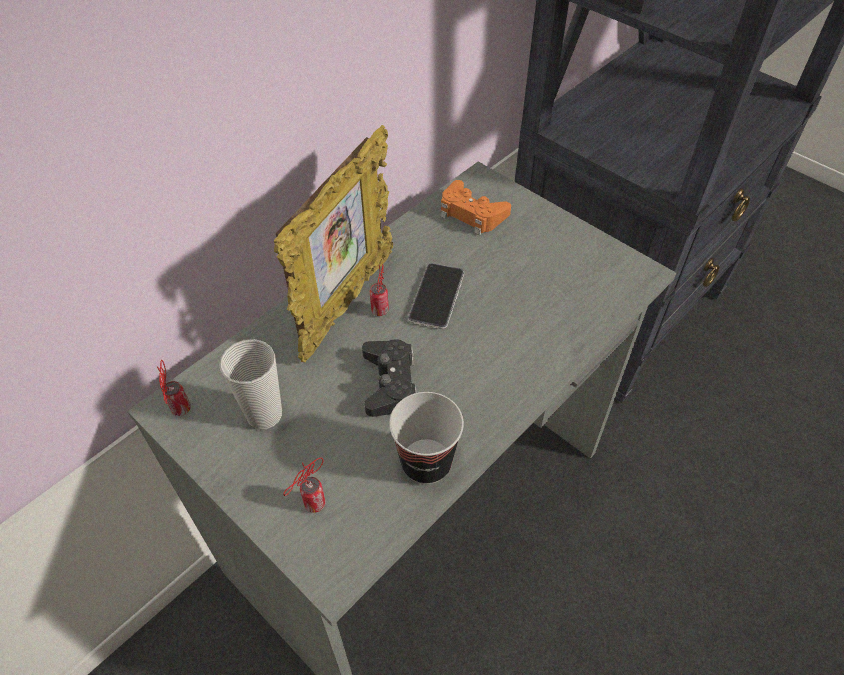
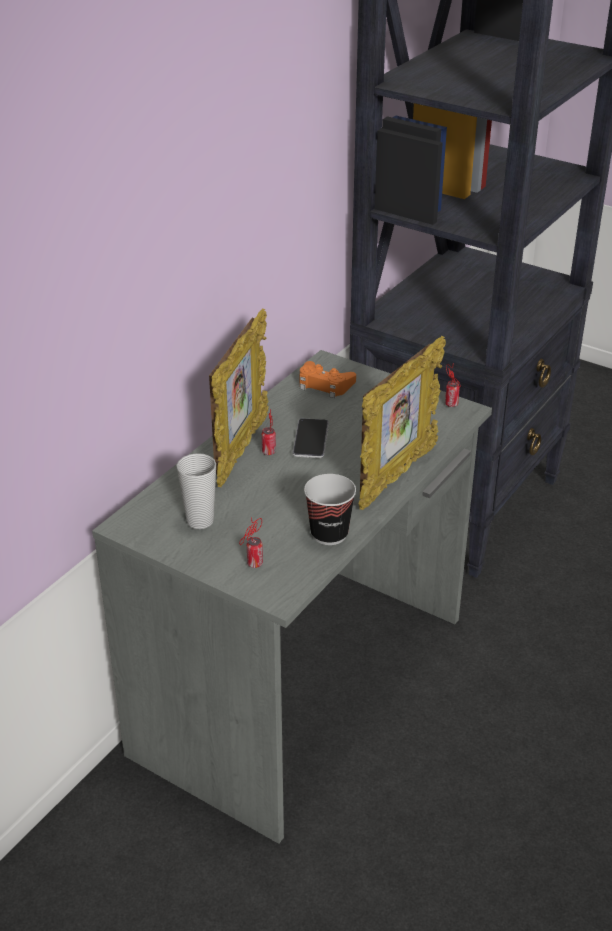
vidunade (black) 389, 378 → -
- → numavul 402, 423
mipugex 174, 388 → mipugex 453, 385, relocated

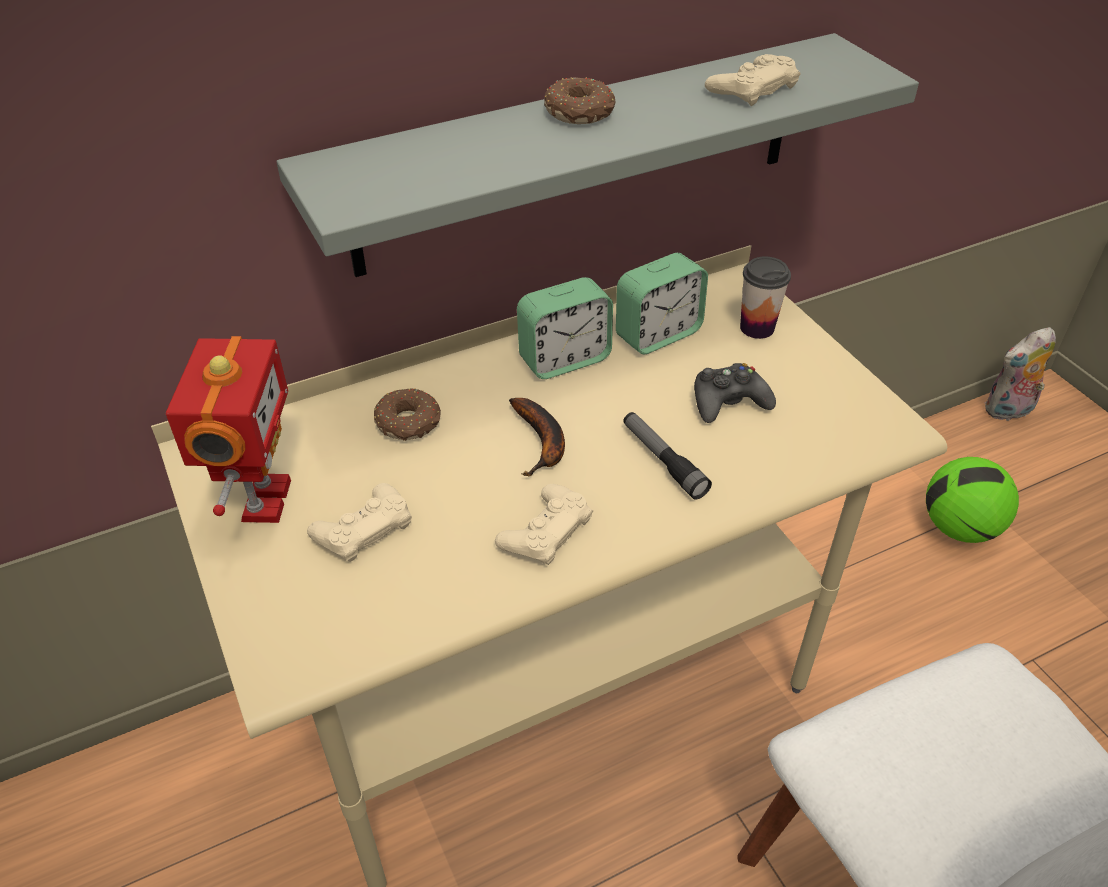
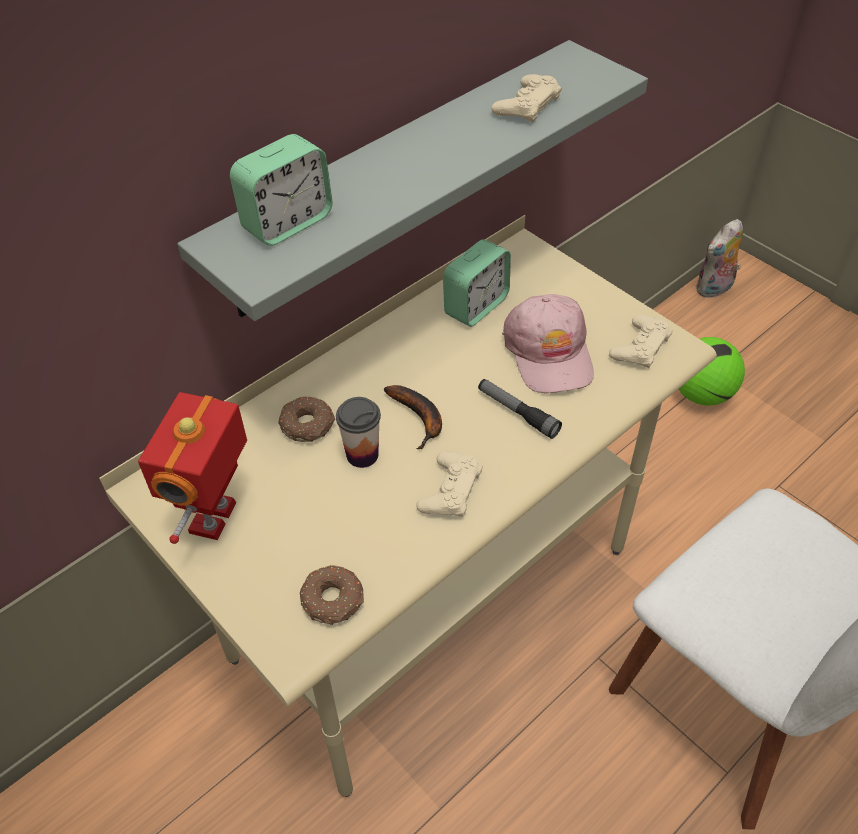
vidunade (beige) 359, 522 → vidunade (beige) 641, 341, relocated
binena 565, 328 → binena 281, 190, relocated
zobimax 580, 100 → zobimax 332, 595, relocated
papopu 765, 298 → papopu 358, 432, relocated
vidunade (black) 735, 393 → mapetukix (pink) 548, 343
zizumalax 228, 429 → zizumalax 192, 468, 150 degrees counterclockwise

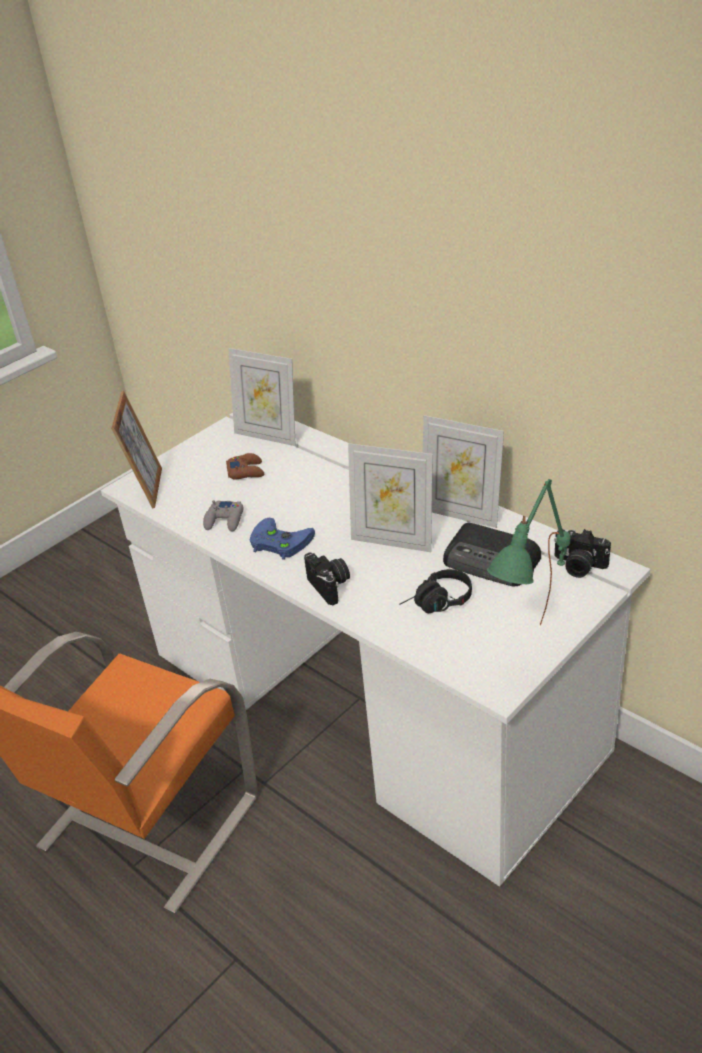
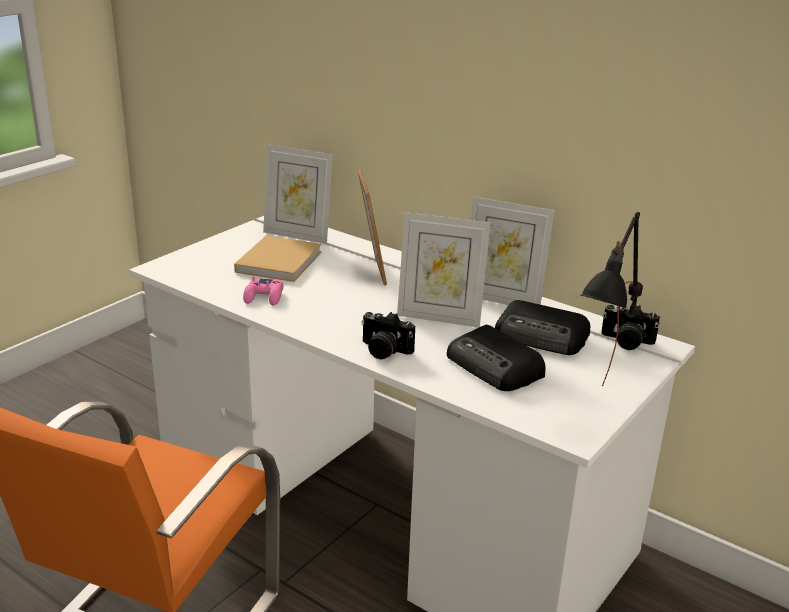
vidunade (blue) 282, 539 → -
numavul 136, 450 → numavul 372, 227, relocated
vidunade (brown) 245, 466 → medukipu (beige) 278, 259
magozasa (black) 436, 591 → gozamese 496, 358
vidunade (grey) 223, 516 → vidunade (pink) 263, 290
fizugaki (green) 529, 552 → fizugaki (black) 612, 299
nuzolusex 327, 579 → nuzolusex 388, 335, 150 degrees clockwise

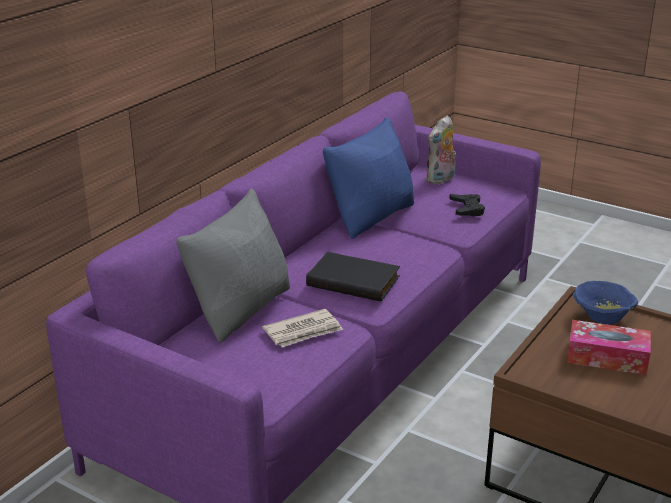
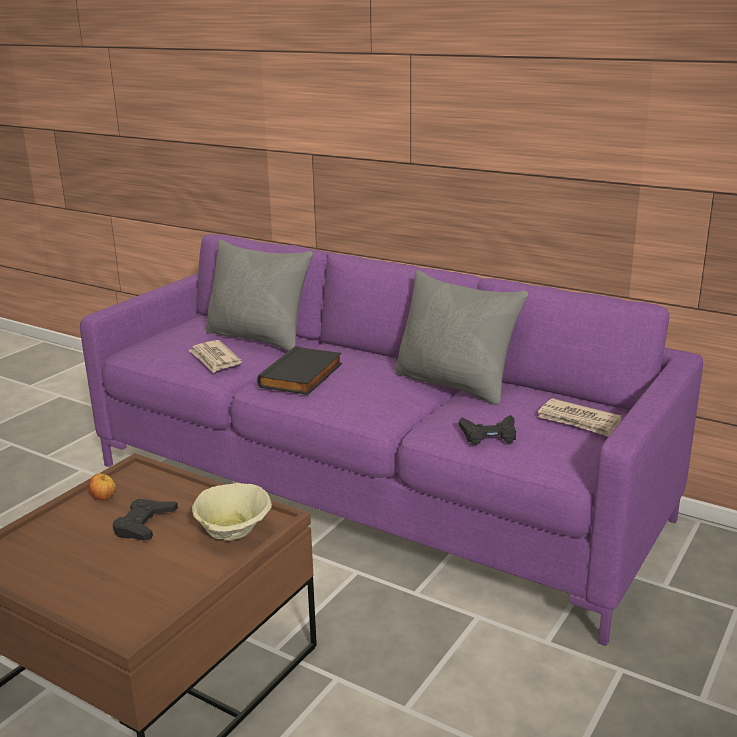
- → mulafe 102, 487
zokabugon 441, 150 → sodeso 580, 417
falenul 609, 347 → vidunade (black) 145, 519
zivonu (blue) 368, 178 → zivonu (grey) 461, 337
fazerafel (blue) 605, 303 → fazerafel (beige) 232, 512

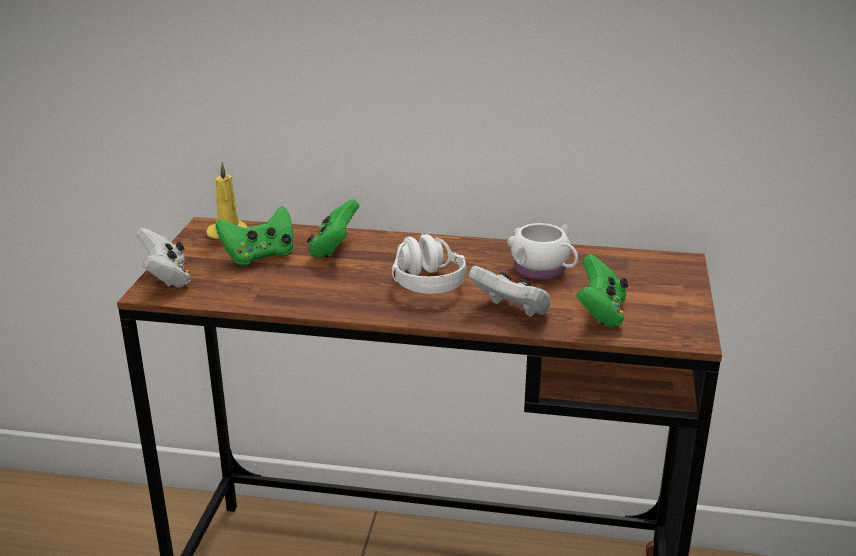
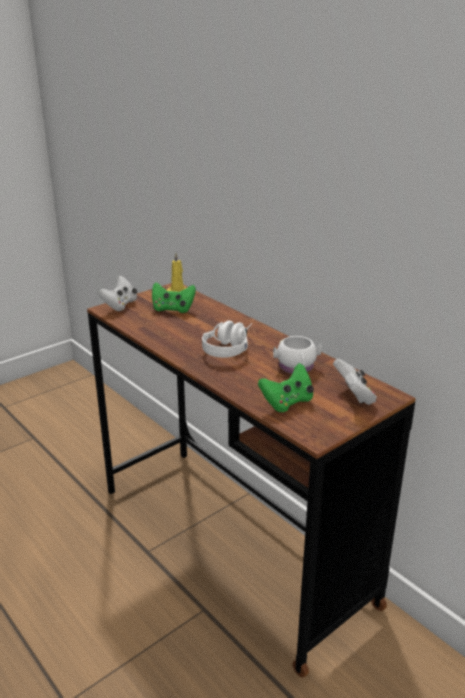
vidunade (green) 333, 229 → -
vidunade (white) 509, 291 → vidunade (white) 355, 382, relocated

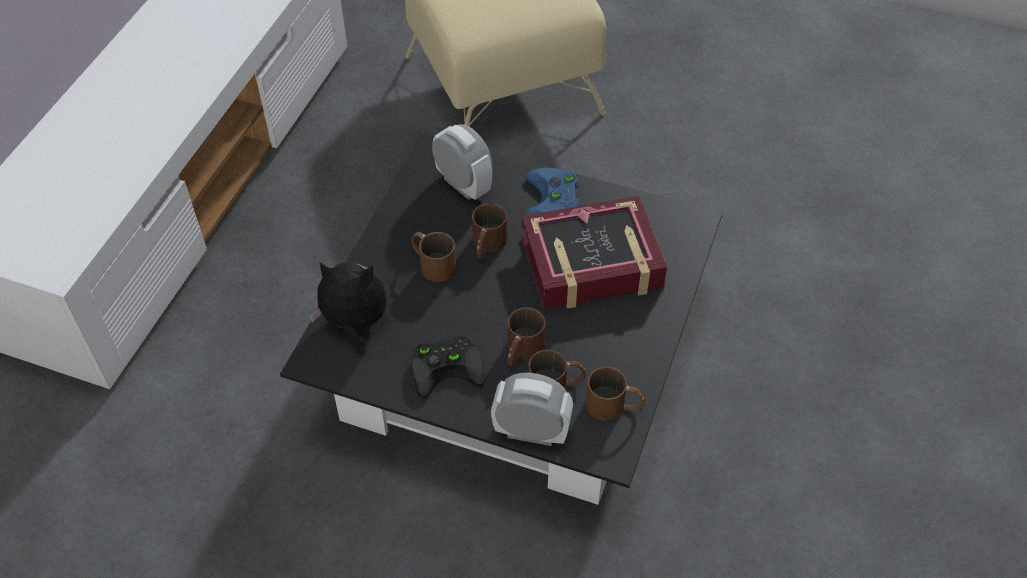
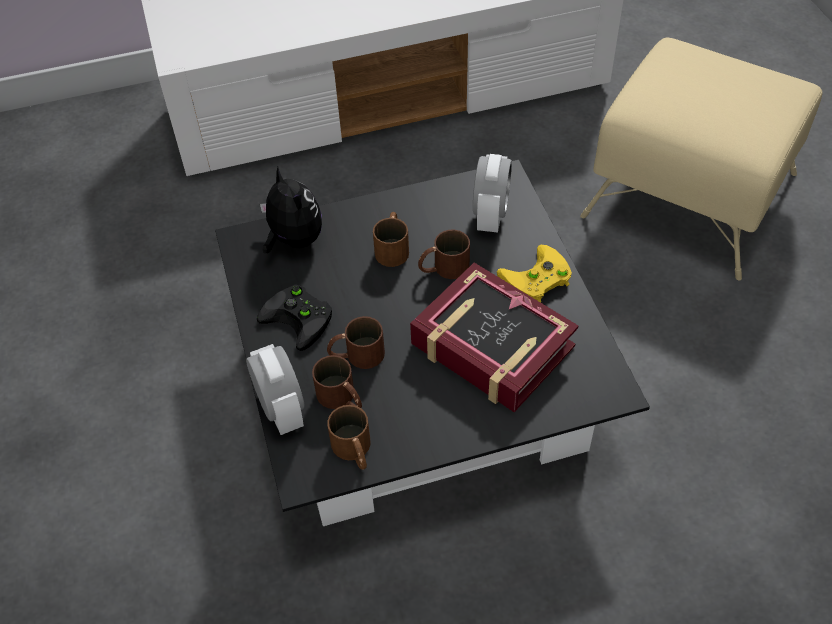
vidunade (blue) 552, 191 → vidunade (yellow) 534, 274

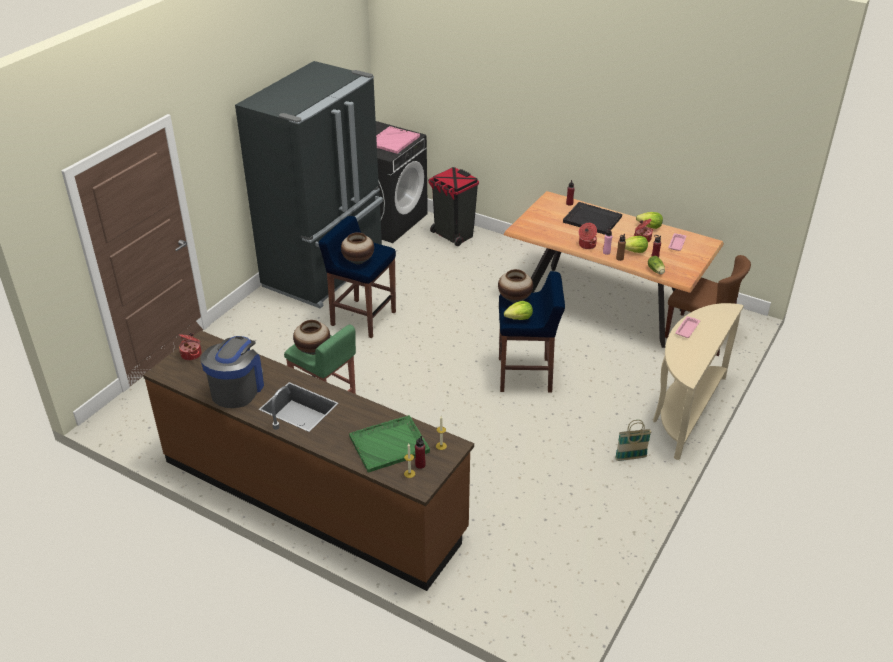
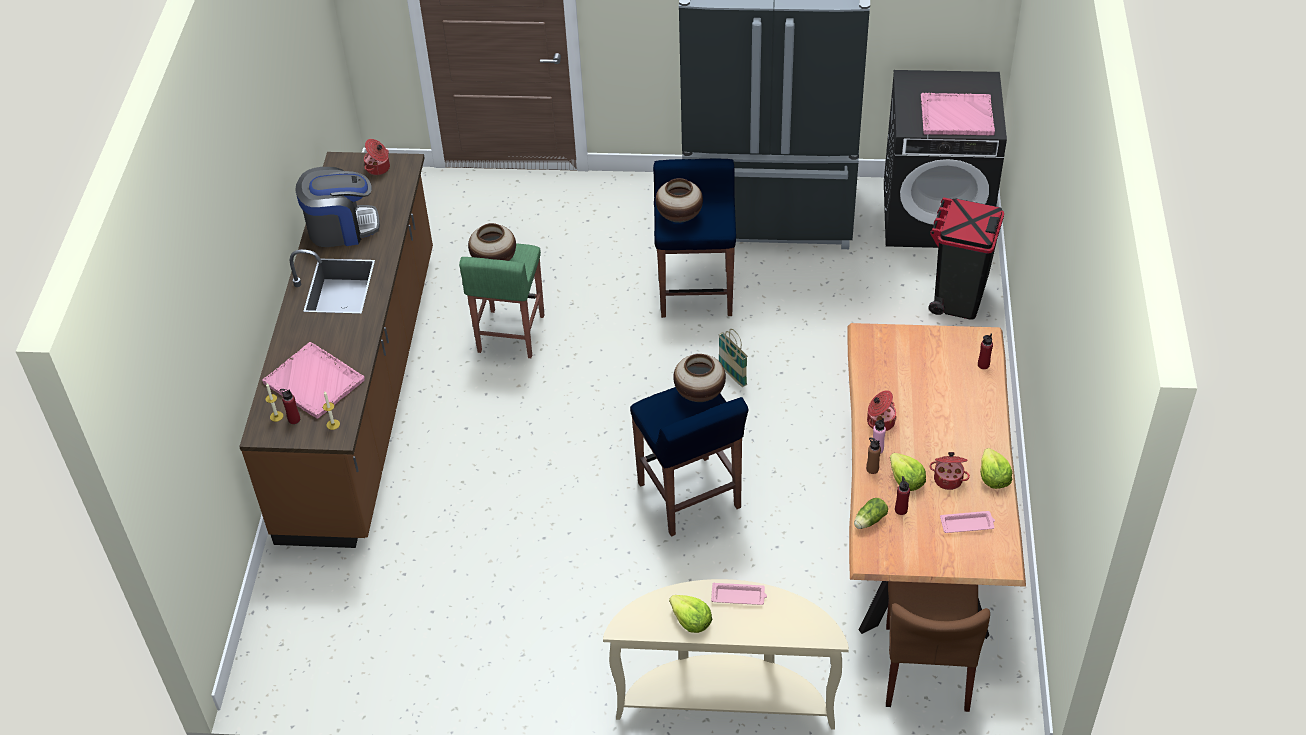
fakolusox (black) 592, 218 → -
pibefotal 518, 310 → pibefotal 690, 614, relocated
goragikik 633, 440 → goragikik 733, 358, relocated
fakolusox (green) 389, 443 → fakolusox (pink) 313, 380

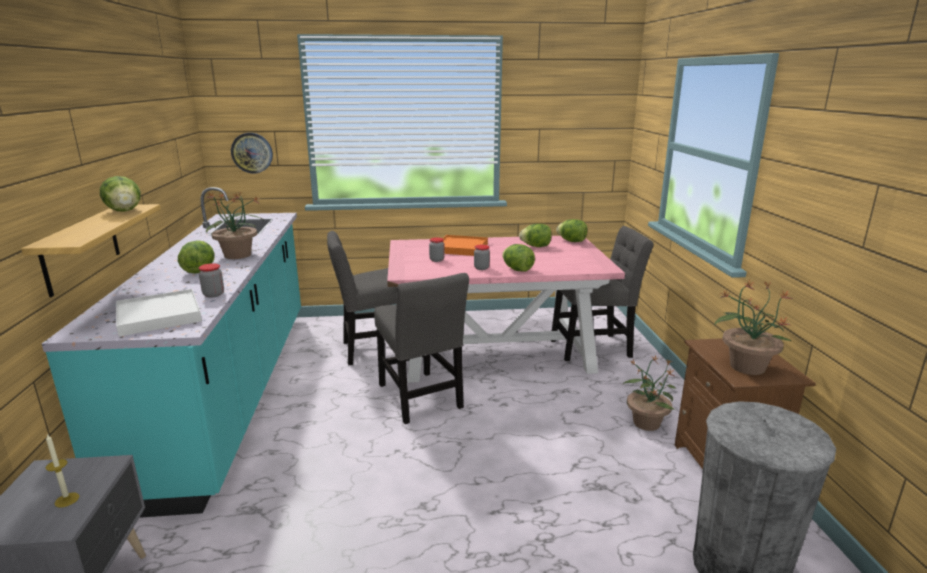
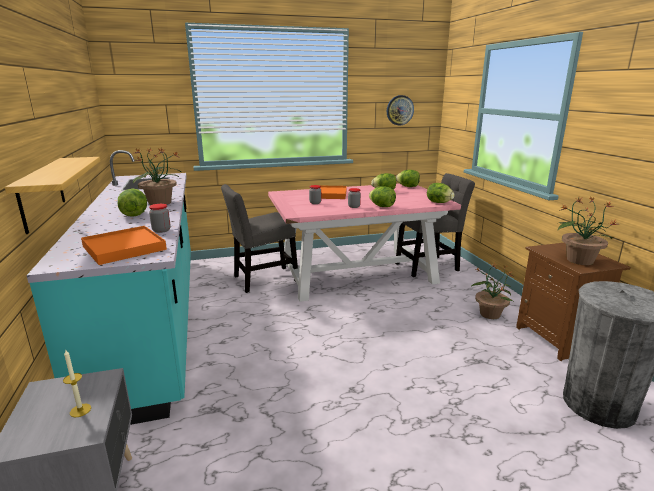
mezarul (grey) 421, 348 → -
pibefotal 120, 194 → pibefotal 441, 193, relocated
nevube 252, 153 → nevube 400, 110, relocated
fakolusox (white) 159, 313 → fakolusox (orange) 124, 245

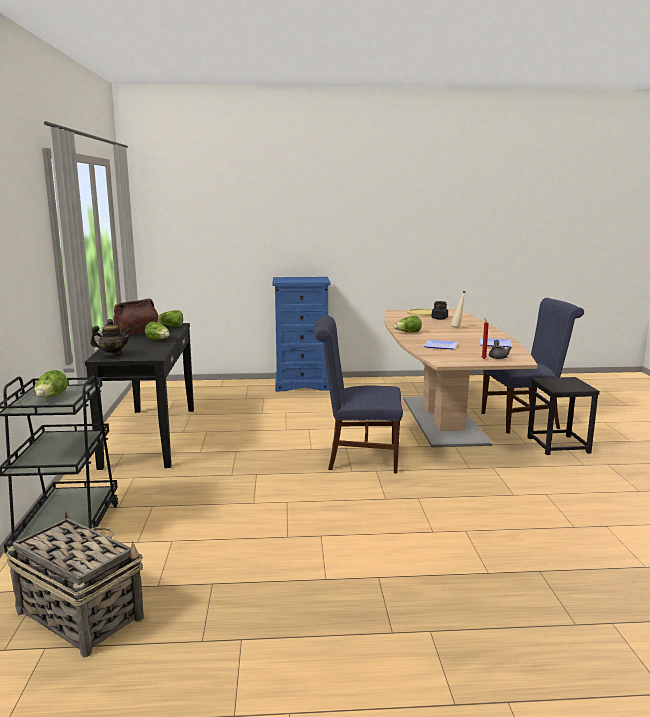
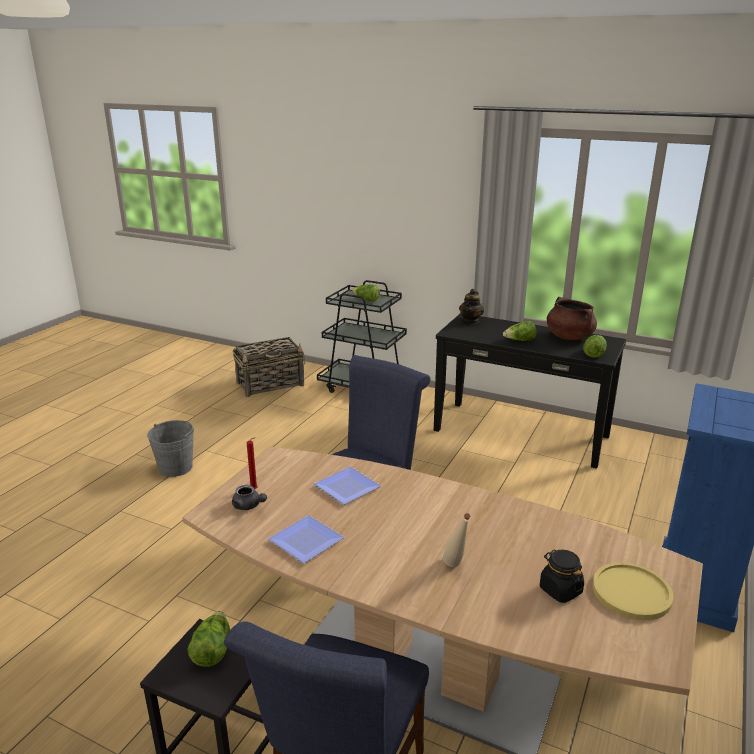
- → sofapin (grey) 170, 448
pibefotal 408, 324 → pibefotal 208, 639, relocated

